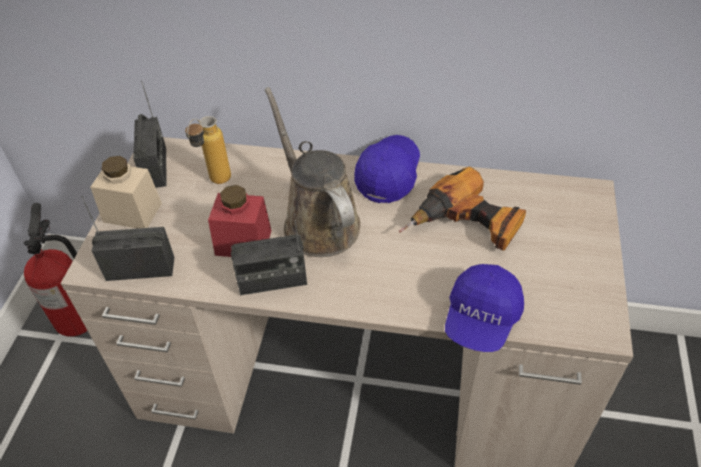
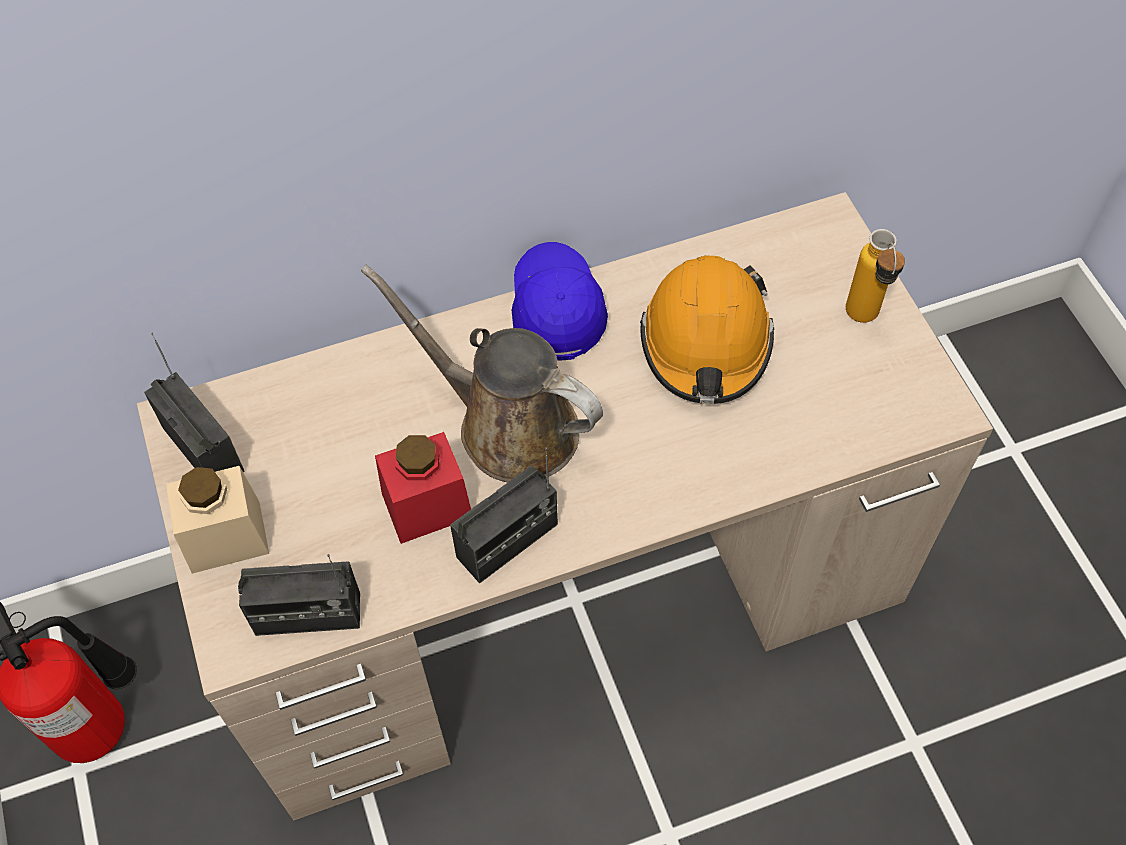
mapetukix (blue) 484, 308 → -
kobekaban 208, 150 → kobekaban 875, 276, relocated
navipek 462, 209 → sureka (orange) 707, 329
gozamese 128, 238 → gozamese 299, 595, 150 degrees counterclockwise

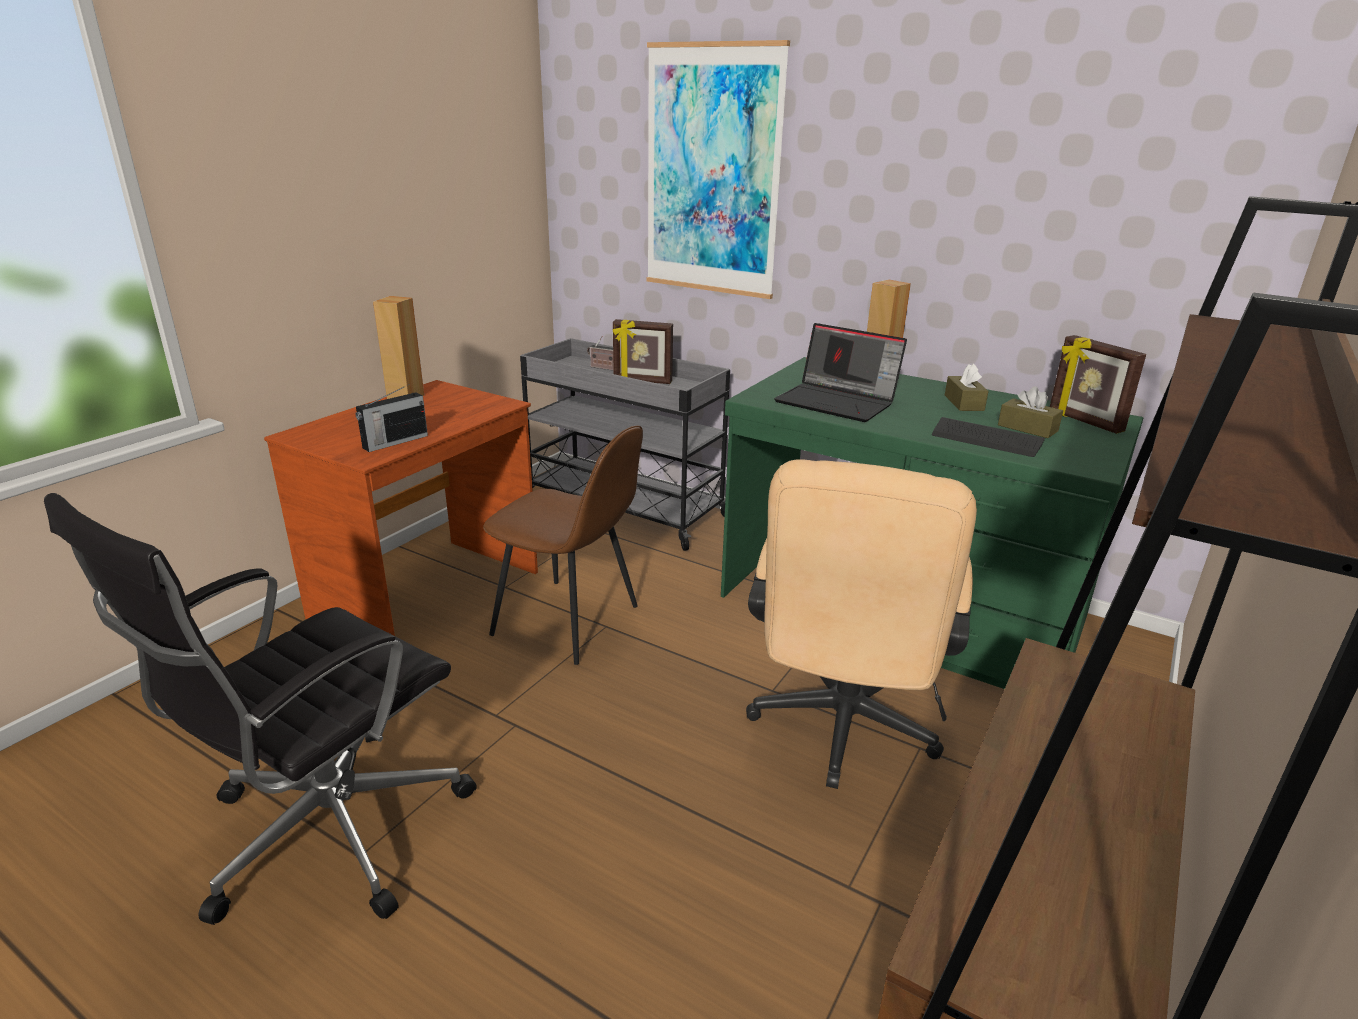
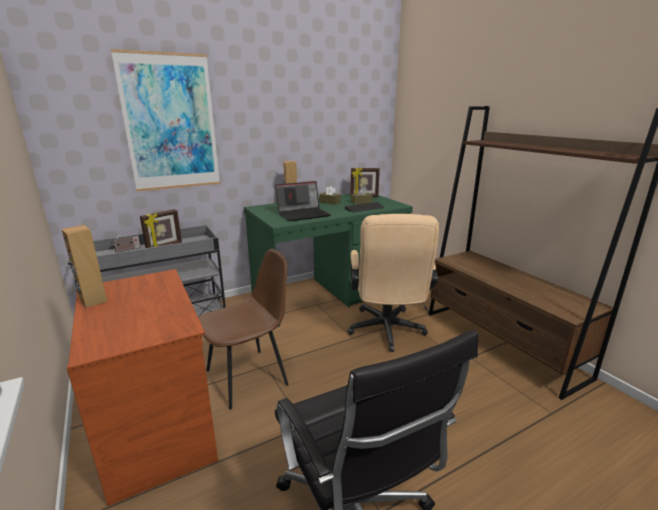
gozamese 391, 419 → -
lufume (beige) 861, 624 → lufume (beige) 393, 283, 45 degrees clockwise

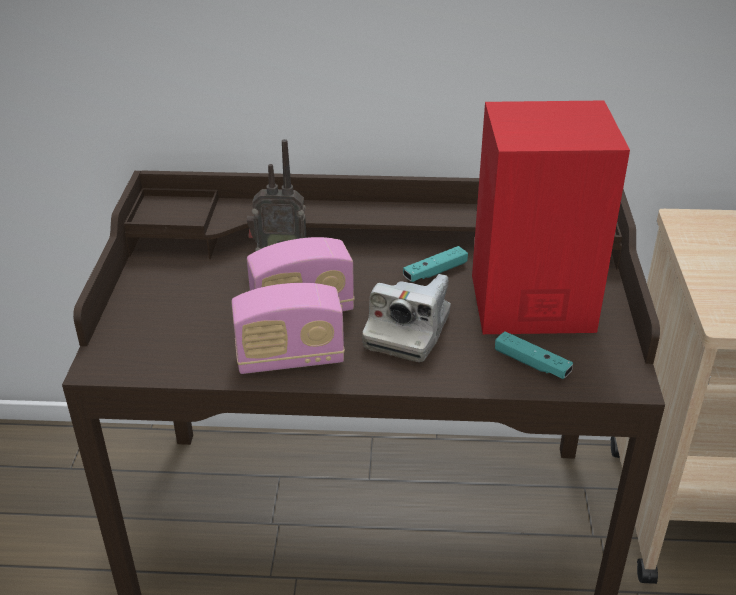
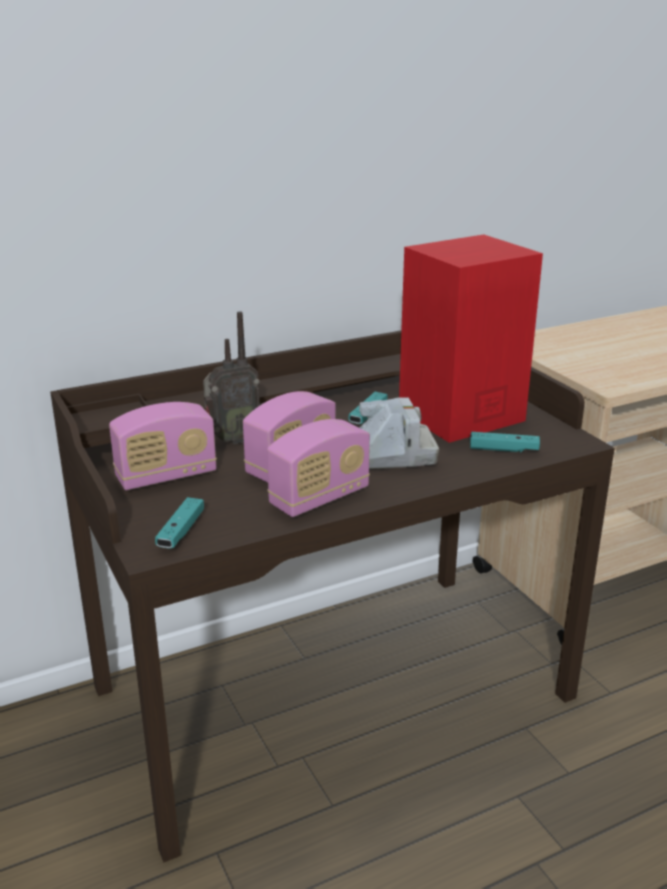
- → gozamese 163, 446
- → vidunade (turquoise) 179, 523
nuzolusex 406, 318 → nuzolusex 399, 433, 90 degrees counterclockwise

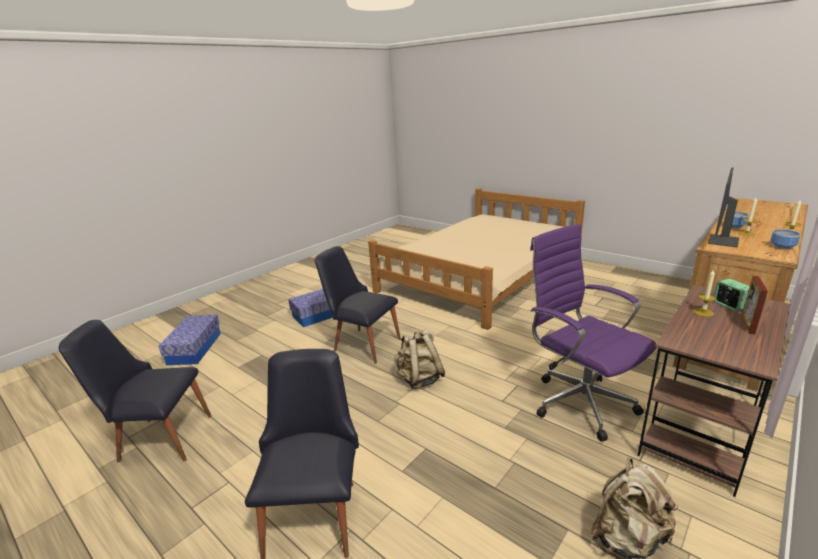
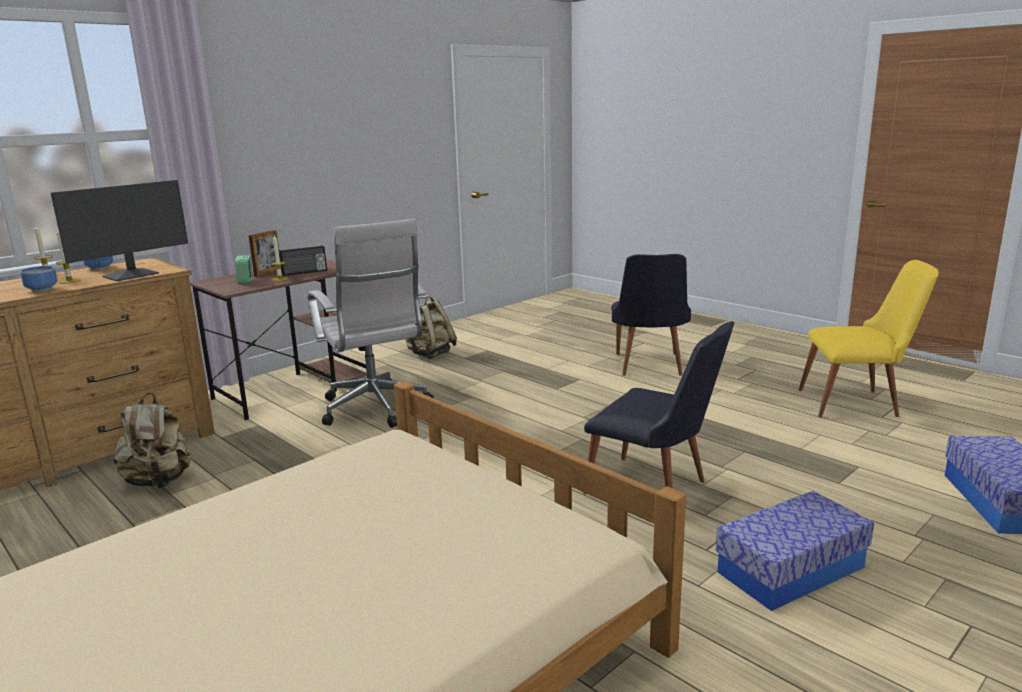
- → gozamese 303, 261
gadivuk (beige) 419, 359 → gadivuk (beige) 152, 440, relocated
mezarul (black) 135, 391 → mezarul (yellow) 869, 338
lufume (purple) 593, 332 → lufume (white) 371, 323

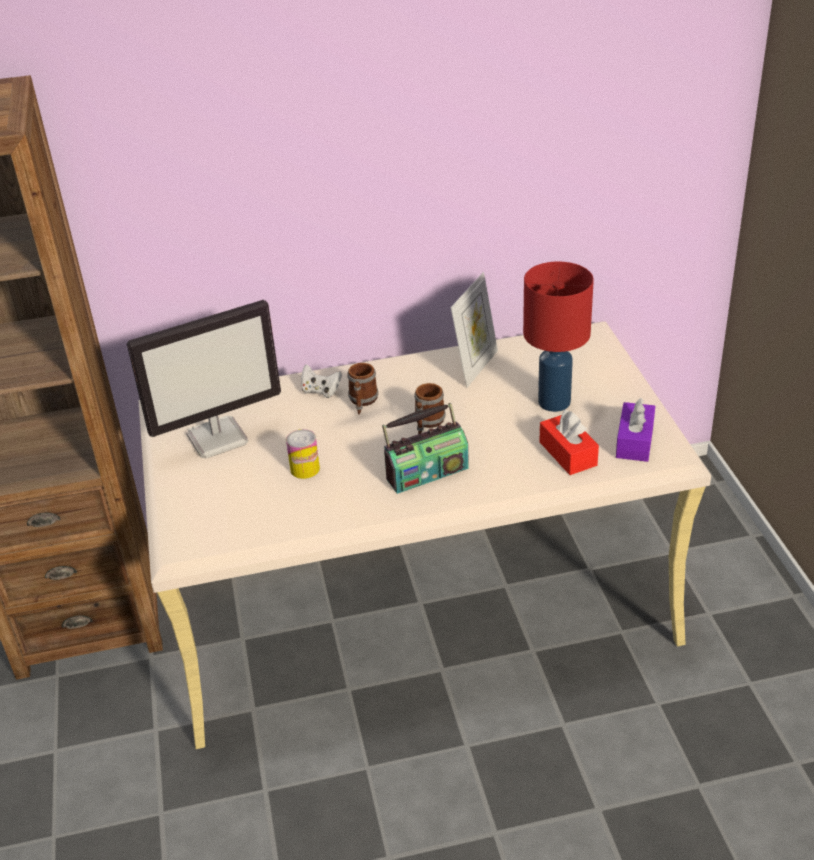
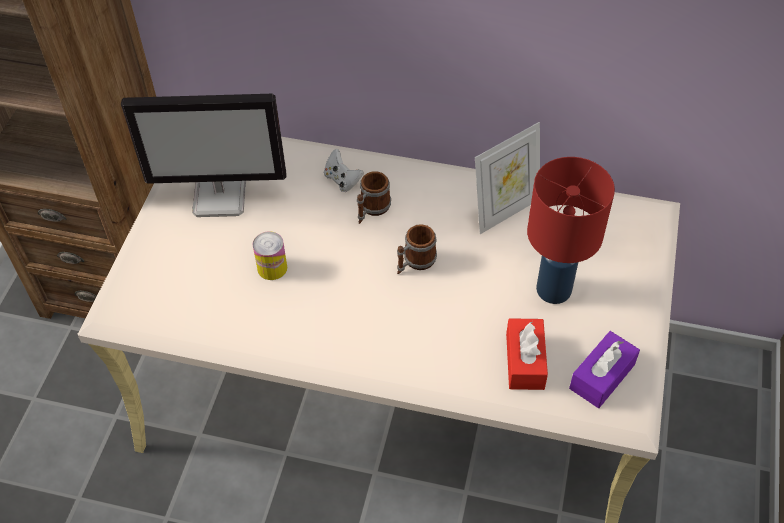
gozamese 425, 448 → -

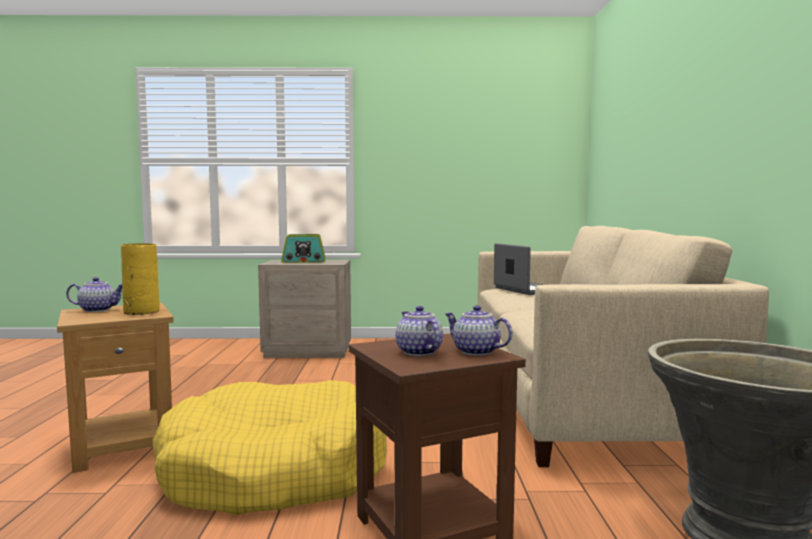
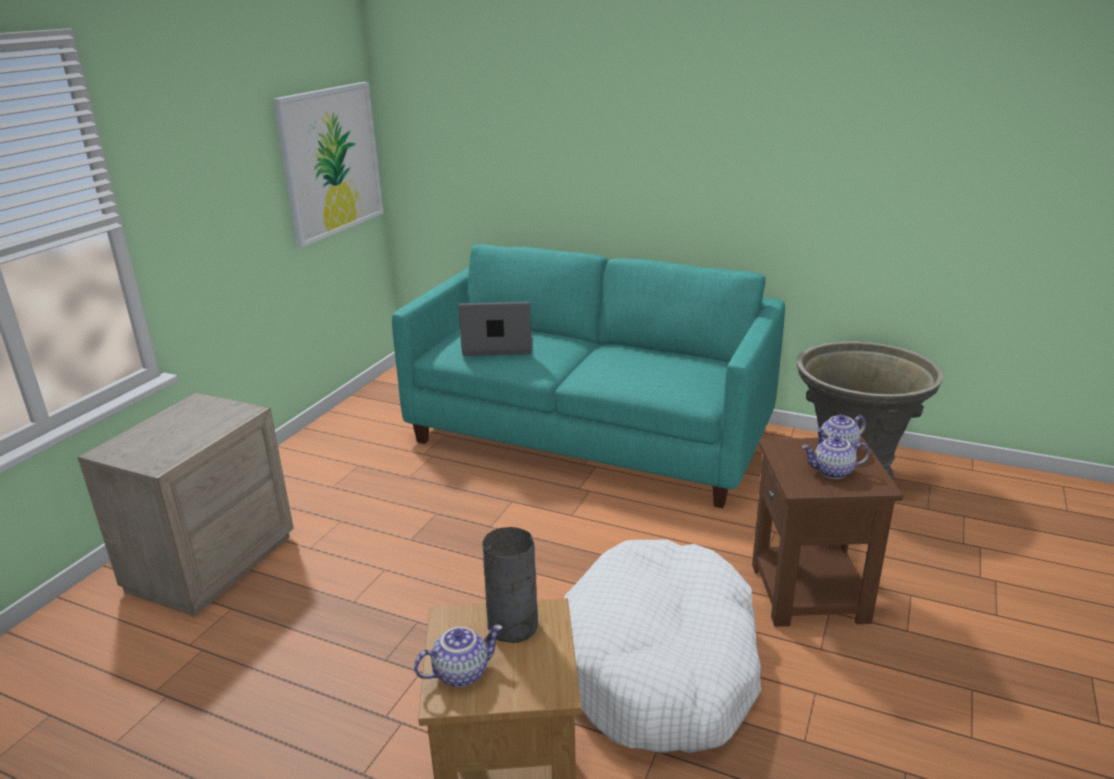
gozamese 303, 248 → -
- → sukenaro 328, 164
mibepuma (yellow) 140, 279 → mibepuma (grey) 510, 585
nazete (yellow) 269, 447 → nazete (white) 662, 646
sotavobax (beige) 623, 346 → sotavobax (turquoise) 588, 376
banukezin 94, 294 → banukezin 458, 656, 45 degrees clockwise

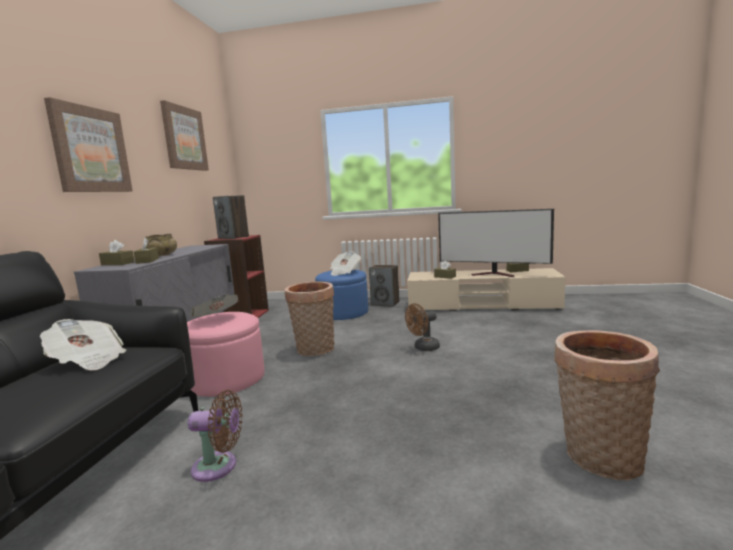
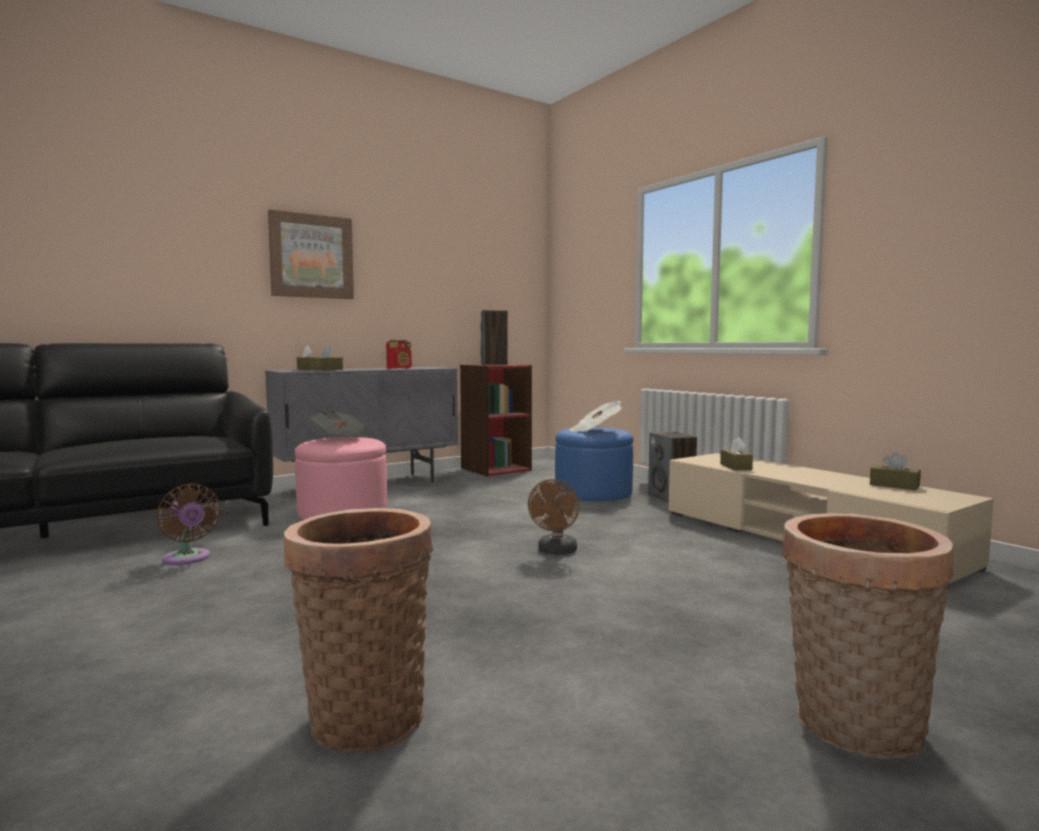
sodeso 83, 344 → -
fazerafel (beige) 161, 245 → -
sukenaro 184, 135 → -
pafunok 496, 243 → -
- → gozamese 399, 354
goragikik 309, 319 → goragikik 868, 636, relocated
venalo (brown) 422, 327 → venalo (brown) 554, 517, 90 degrees counterclockwise

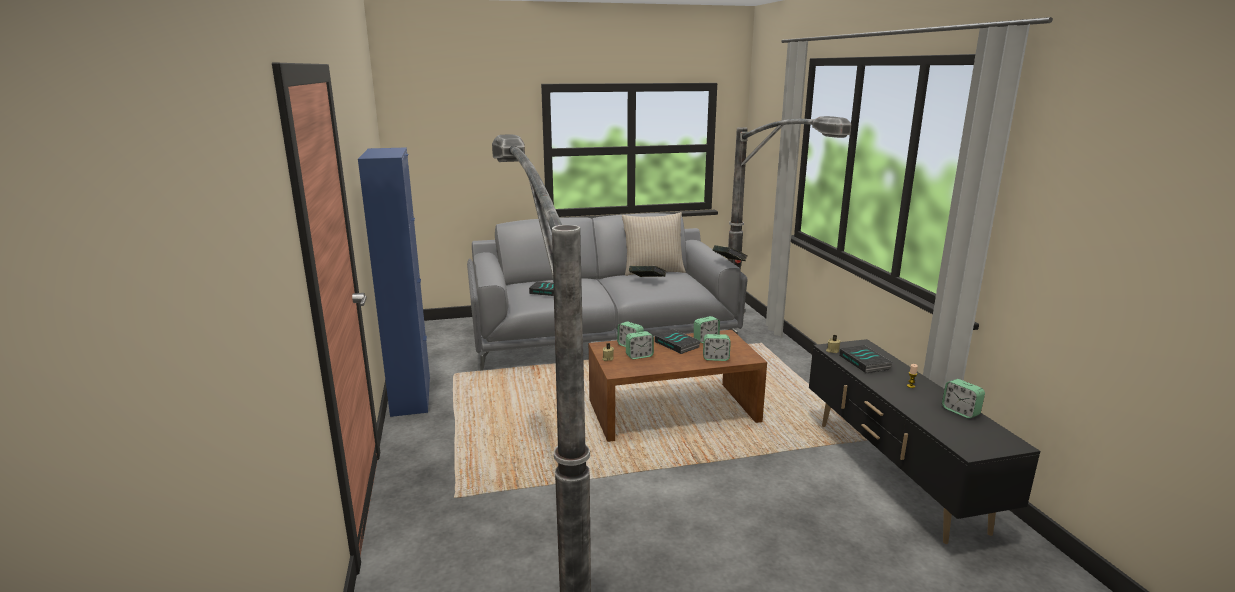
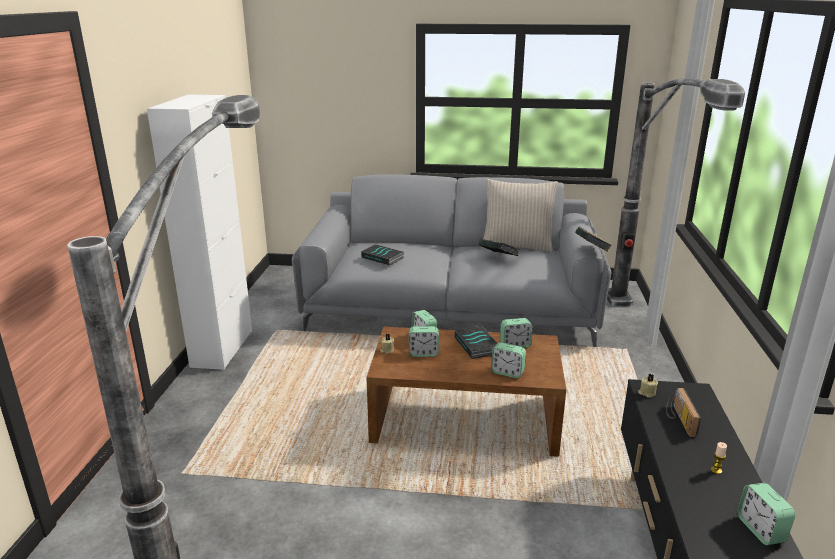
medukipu 866, 359 → gozamese 683, 412
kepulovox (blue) 394, 282 → kepulovox (white) 199, 232

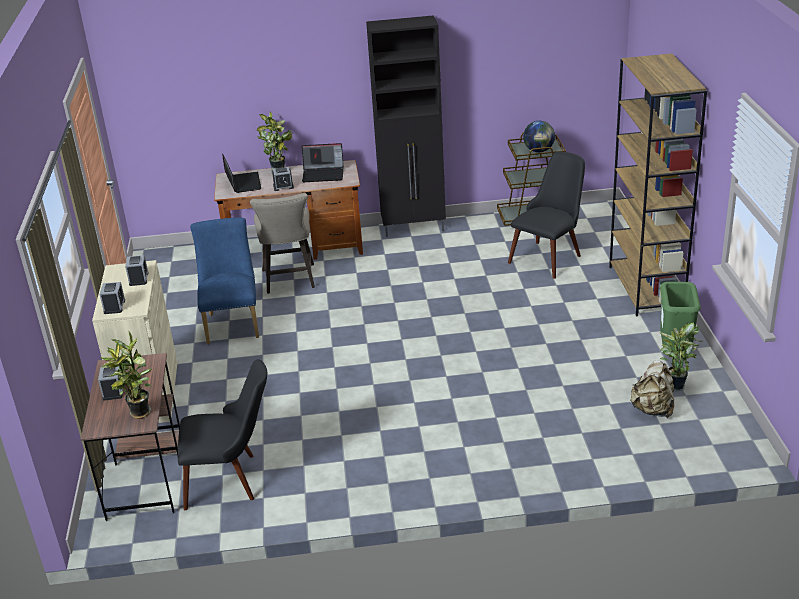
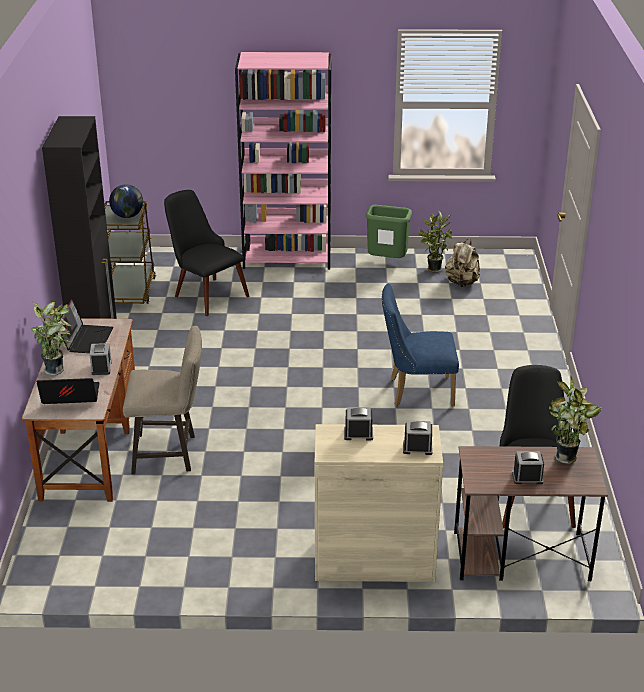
mezarul (blue) 224, 280 → mezarul (blue) 420, 345, relocated
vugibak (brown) 658, 184 → vugibak (pink) 283, 160

